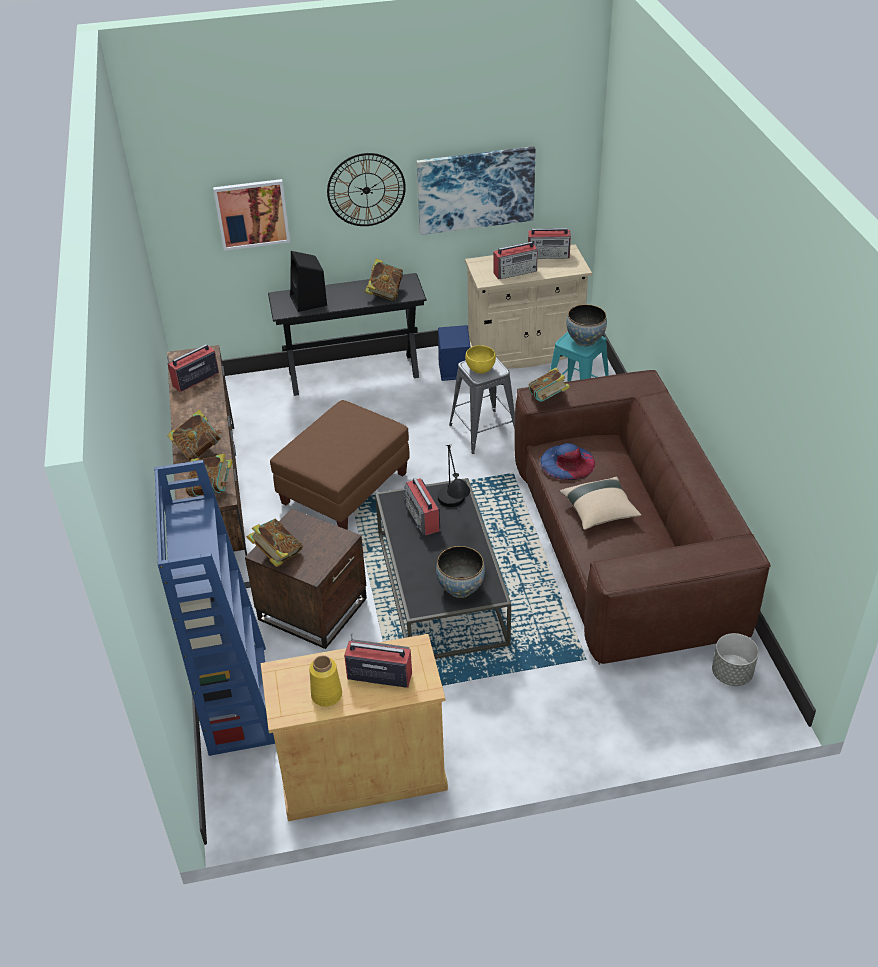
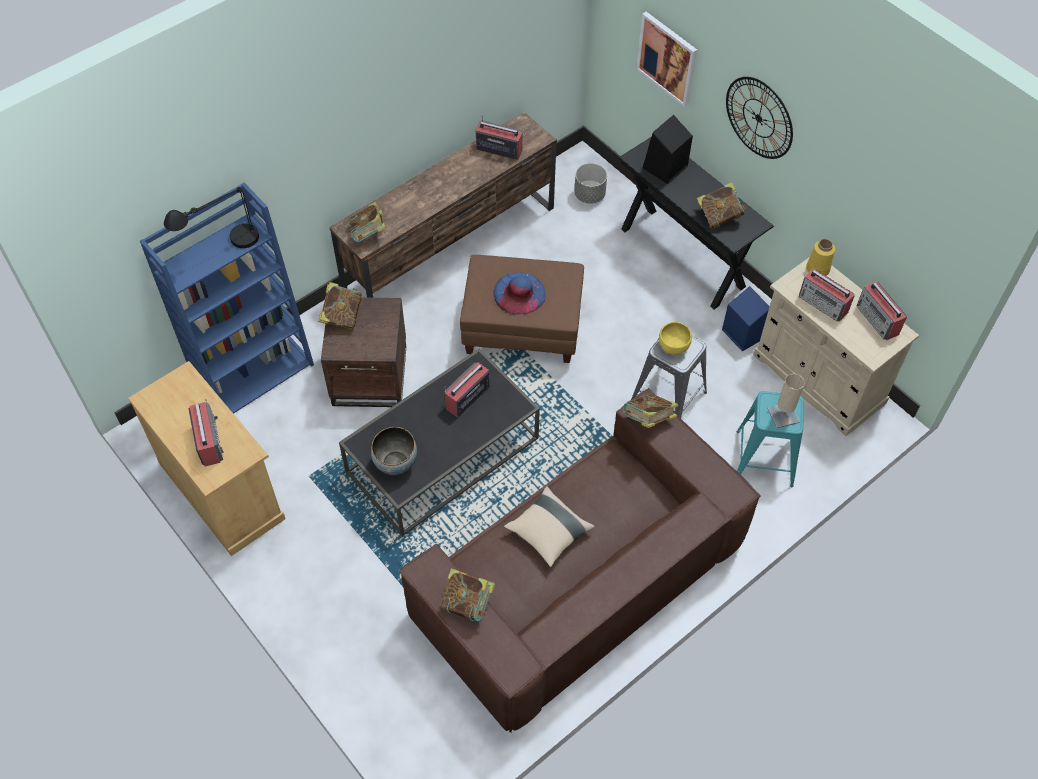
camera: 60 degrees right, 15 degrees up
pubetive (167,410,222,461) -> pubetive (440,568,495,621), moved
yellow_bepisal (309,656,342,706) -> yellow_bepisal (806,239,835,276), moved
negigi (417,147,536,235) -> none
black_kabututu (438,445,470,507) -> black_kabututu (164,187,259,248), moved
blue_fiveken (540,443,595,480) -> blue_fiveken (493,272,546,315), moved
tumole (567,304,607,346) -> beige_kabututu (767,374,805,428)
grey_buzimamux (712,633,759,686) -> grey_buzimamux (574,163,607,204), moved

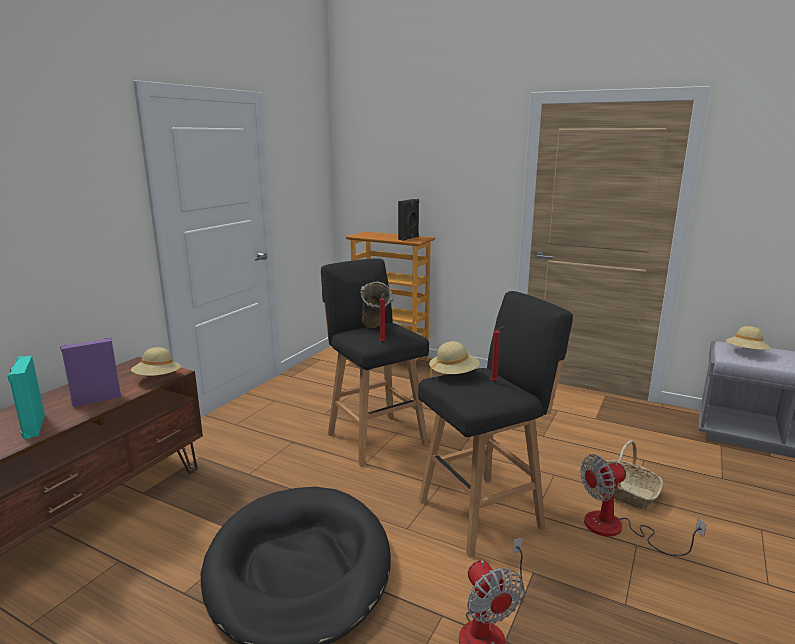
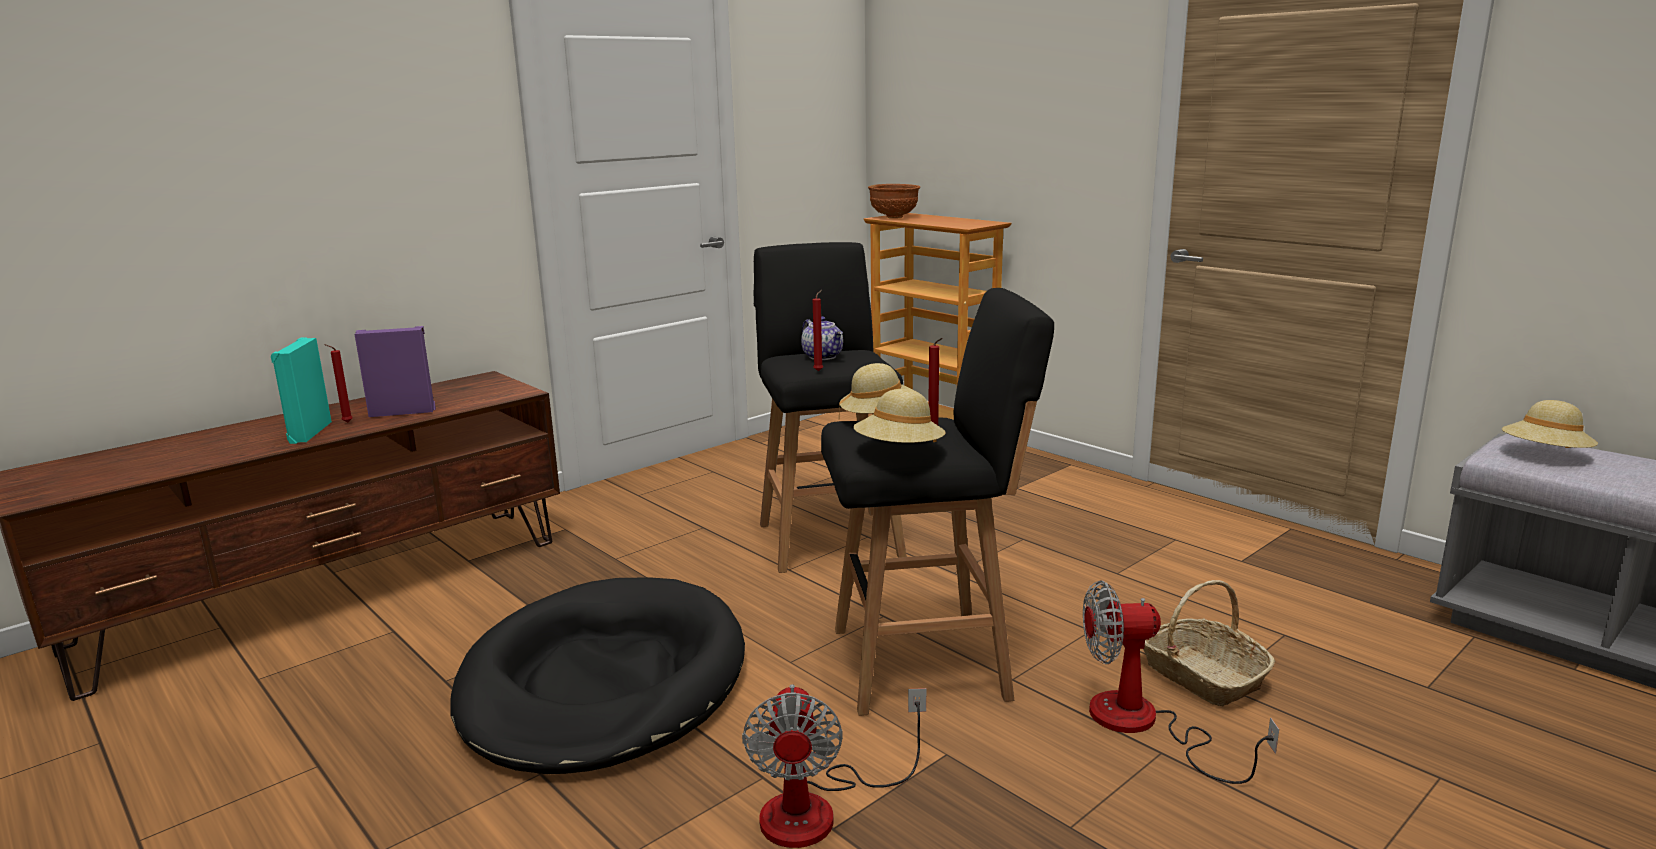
camera: 20 degrees right, 0 degrees up
beige_fiveken (131,347,181,376) -> beige_fiveken (853,389,946,443), moved
beige_bepisal (360,281,394,328) -> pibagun (801,316,843,360)
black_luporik (398,199,419,241) -> none
none -> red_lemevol (324,344,353,422)
none -> brown_tumole (868,184,920,218)

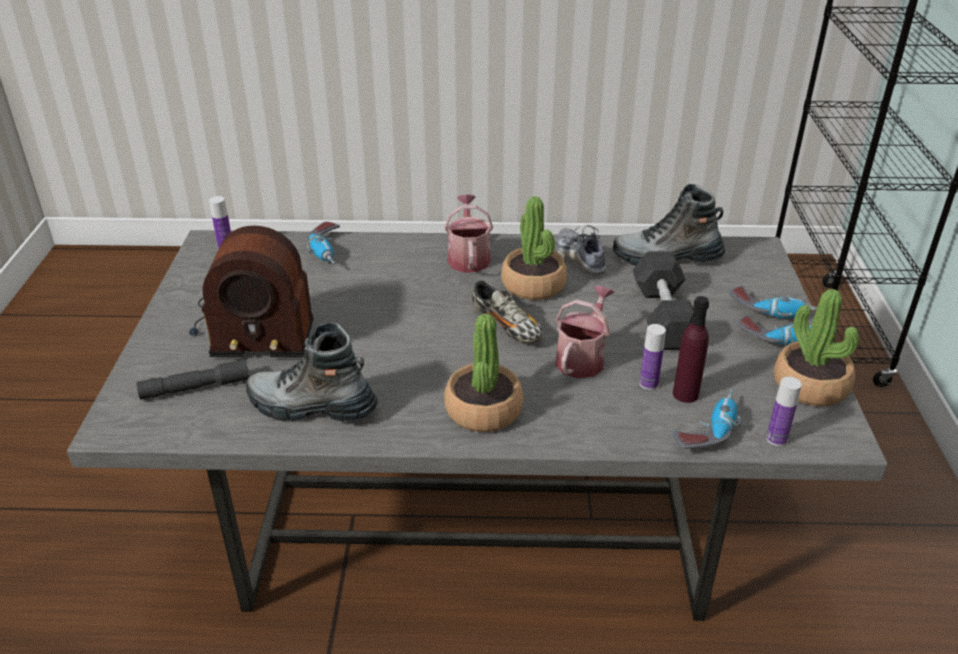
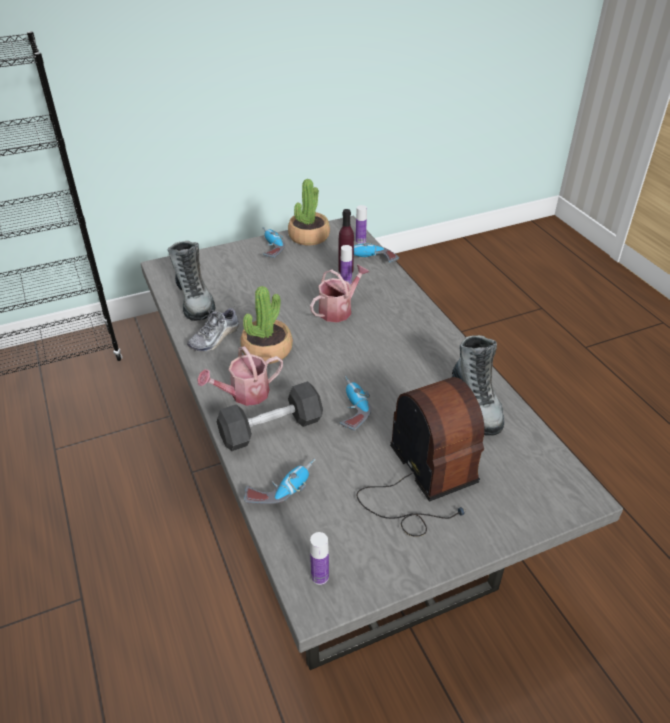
camera: 115 degrees left, 5 degrees up
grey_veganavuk (137,359,250,400) -> none
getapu (444,313,523,432) -> none
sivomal (472,280,543,343) -> none
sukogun (555,285,615,379) -> sukogun (310,264,369,322), 135 degrees clockwise
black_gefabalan (633,251,694,350) -> black_gefabalan (217,381,323,451), moved
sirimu (728,286,817,318) -> sirimu (340,376,371,431), moved

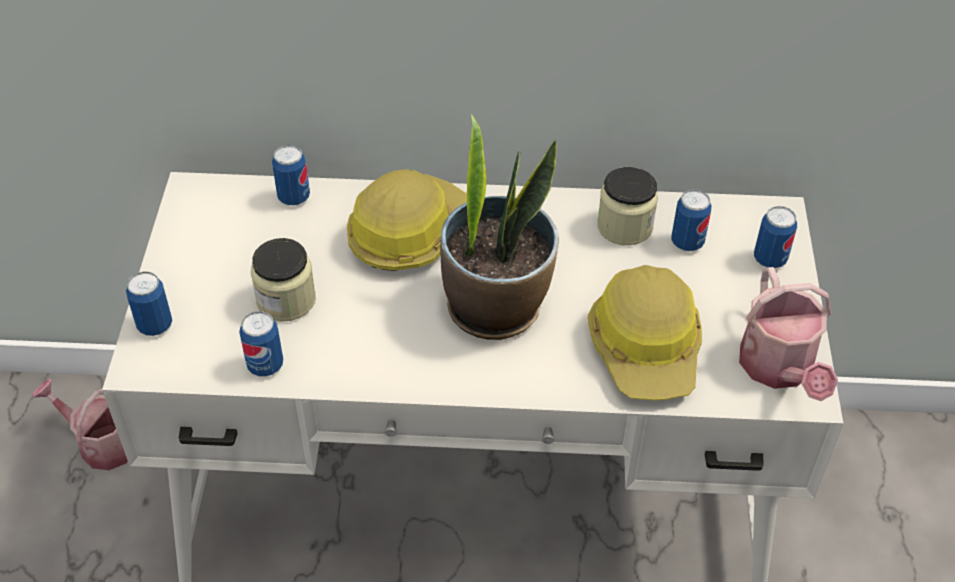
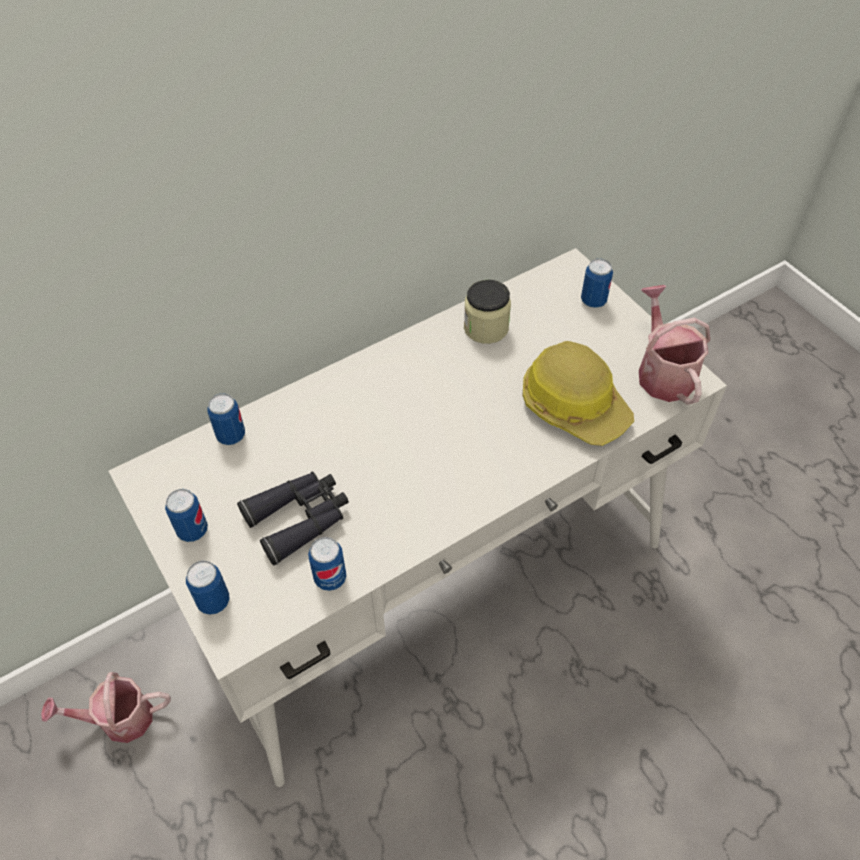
camera: 35 degrees left, 5 degrees up
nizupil (251,238,316,322) -> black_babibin (237,471,349,566)
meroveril (347,169,467,271) -> none
getapu (440,115,559,340) -> none
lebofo (671,189,712,251) -> lebofo (165,489,208,542), moved
sukogun (739,267,838,401) -> sukogun (639,285,710,405), 150 degrees counterclockwise

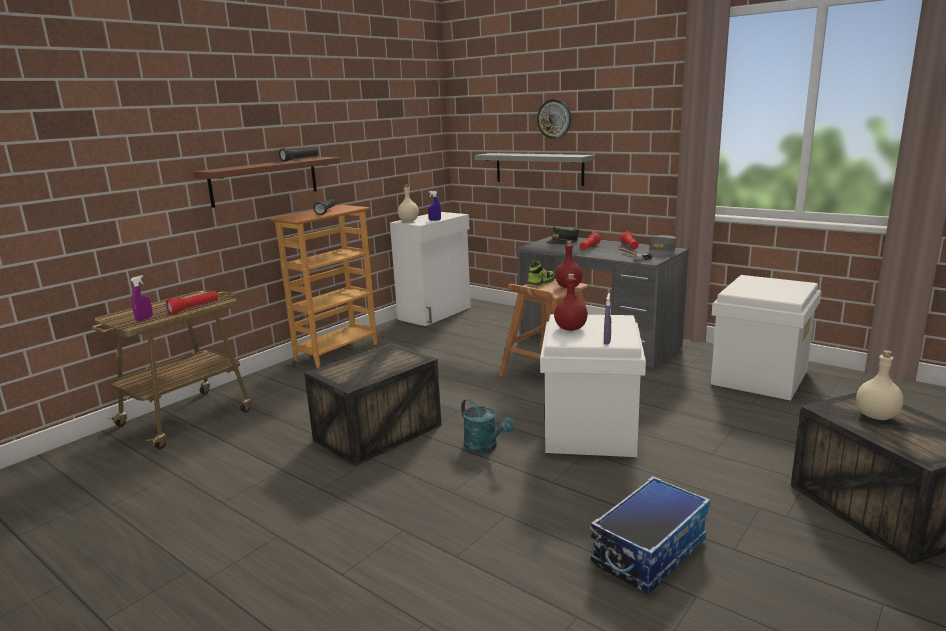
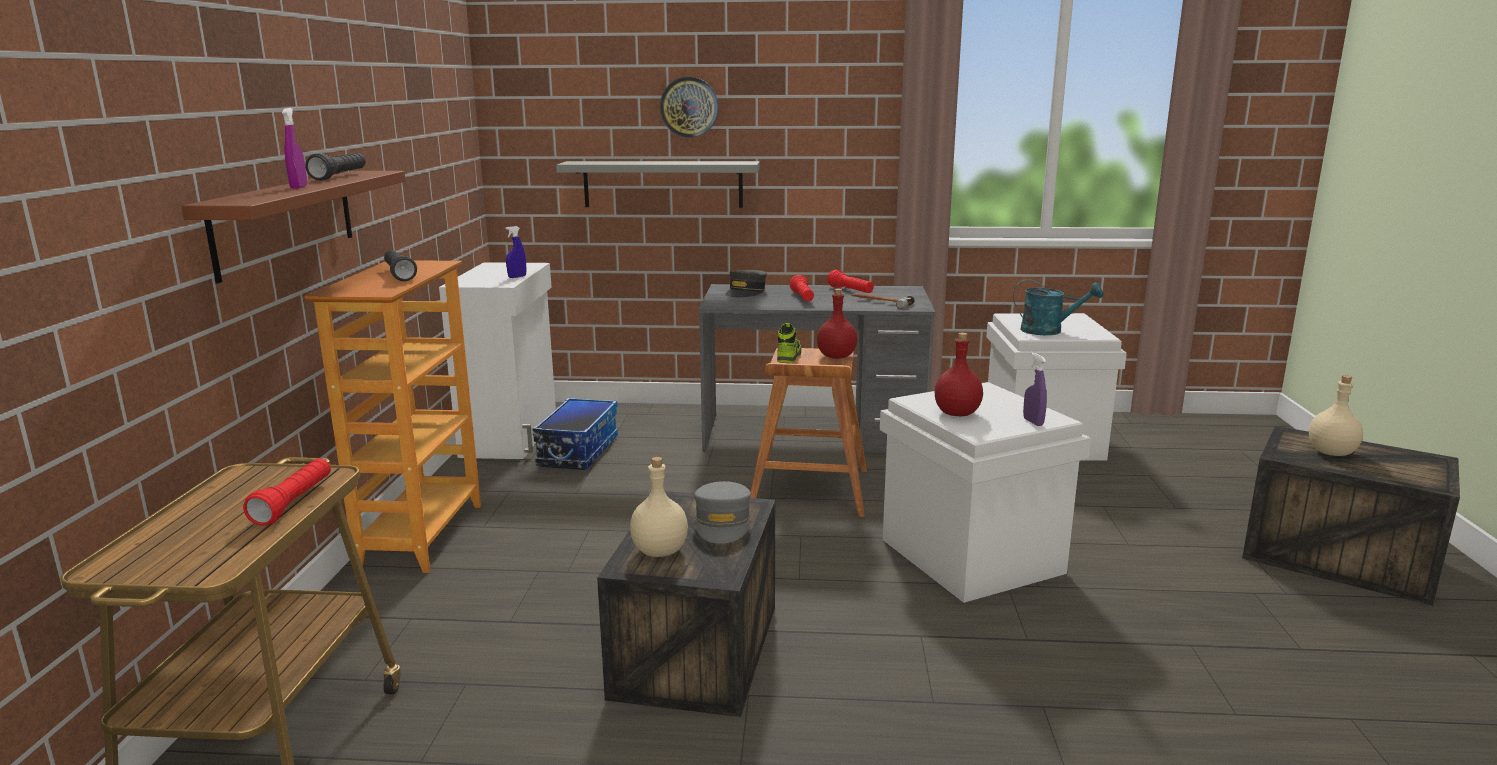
camera: 35 degrees left, 0 degrees up
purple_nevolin (130,275,152,321) -> purple_nevolin (282,108,307,189), moved
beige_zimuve (398,185,419,222) -> beige_zimuve (630,457,688,557), moved
turquoise_sukogun (461,399,514,453) -> turquoise_sukogun (1013,279,1103,335), moved
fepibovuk (591,476,711,595) -> fepibovuk (532,398,618,470), moved
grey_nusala (647,235,677,255) -> grey_nusala (695,481,751,543), moved

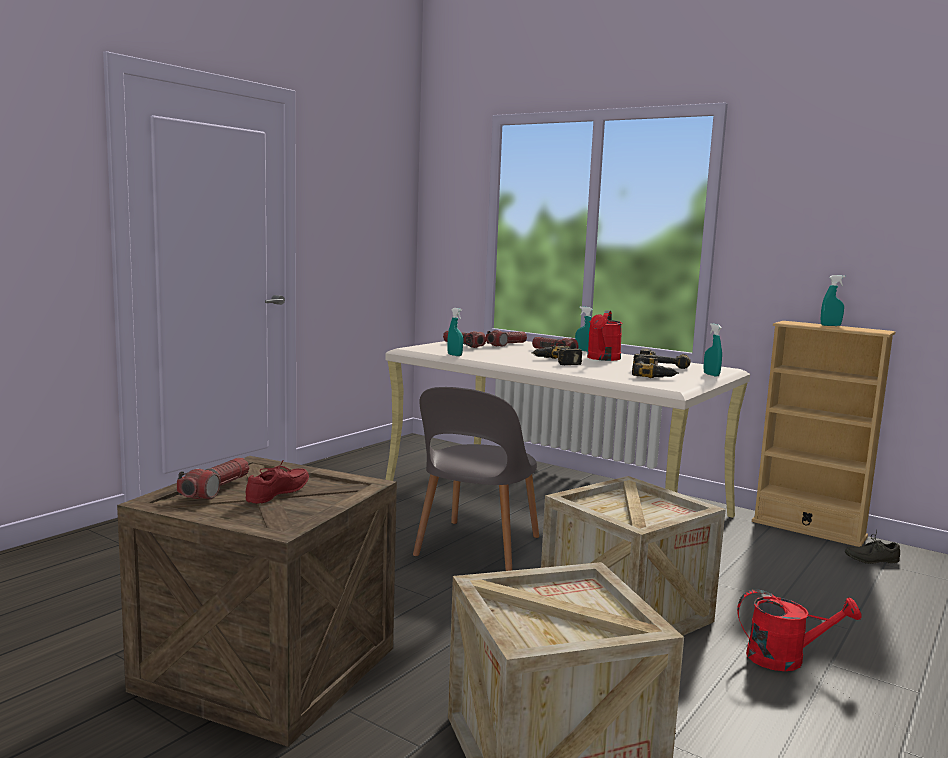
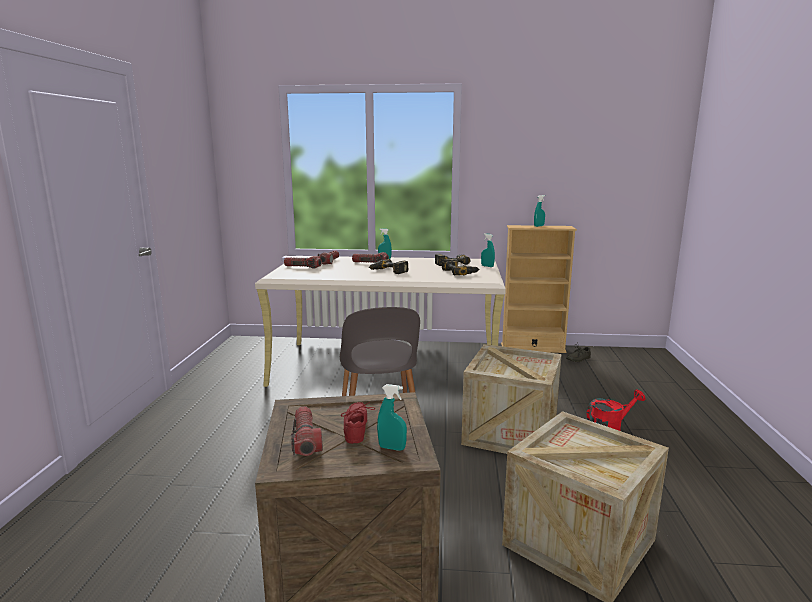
camera: 30 degrees left, 5 degrees up
turquoise_nevolin (447,308,463,356) -> turquoise_nevolin (377,384,407,451), moved
red_sukogun (587,310,622,361) -> none

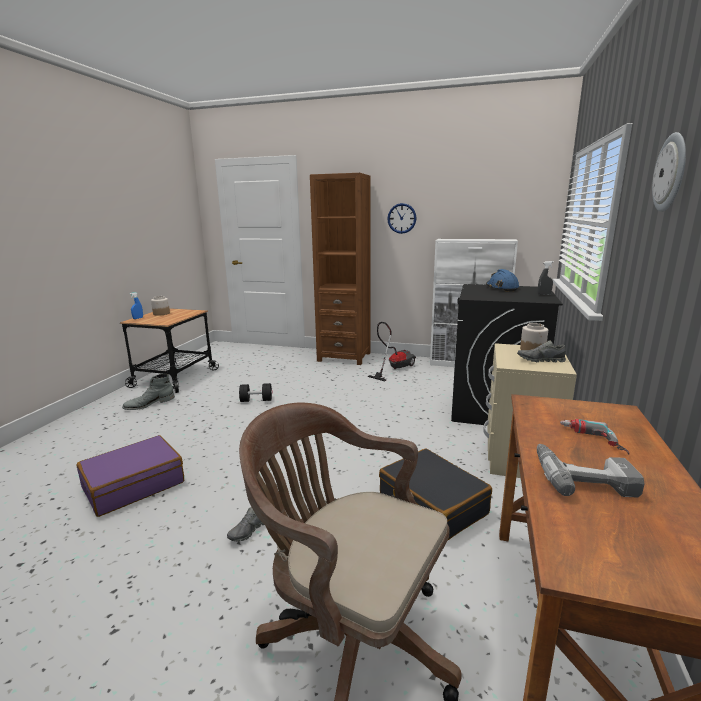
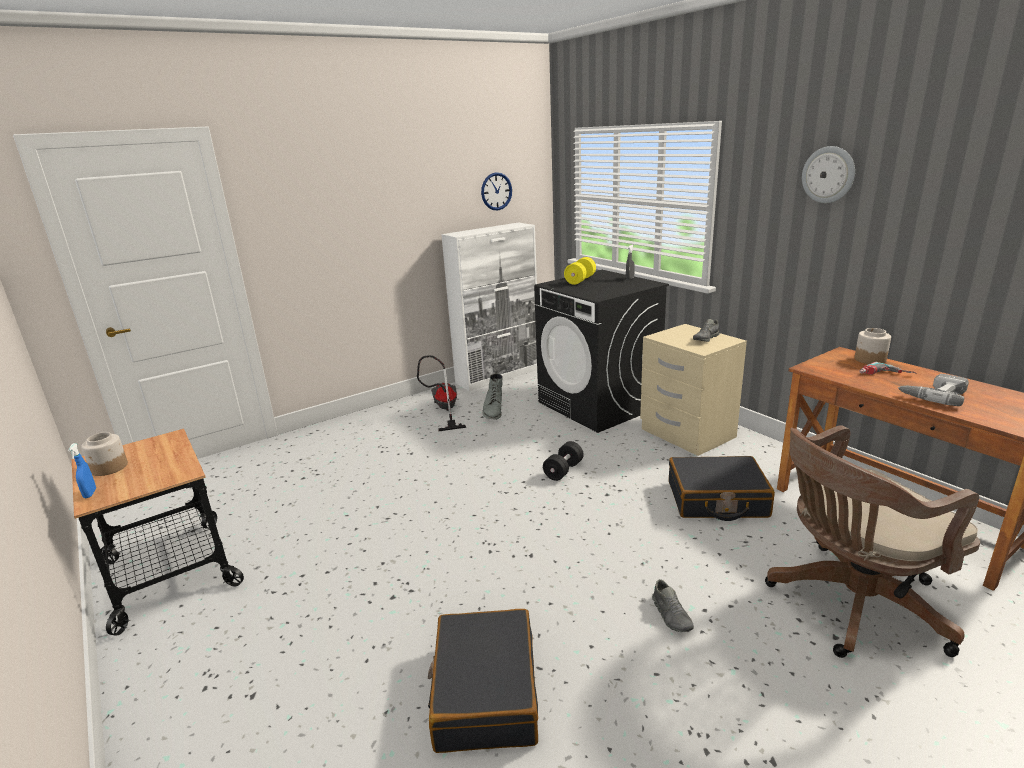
camera: 50 degrees left, 5 degrees up
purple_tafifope (76,435,184,517) -> black_tafifope (428,609,538,753)
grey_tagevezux (122,374,175,410) -> grey_tagevezux (482,373,503,420), moved
black_gefabalan (239,383,272,402) -> black_gefabalan (543,441,584,481), moved
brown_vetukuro (310,173,371,365) -> none
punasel (387,203,417,234) -> punasel (481,172,512,210), moved
blue_meroveril (486,269,519,291) -> yellow_gefabalan (564,257,596,285)
nizupil (520,323,548,350) -> nizupil (855,328,891,364), moved

